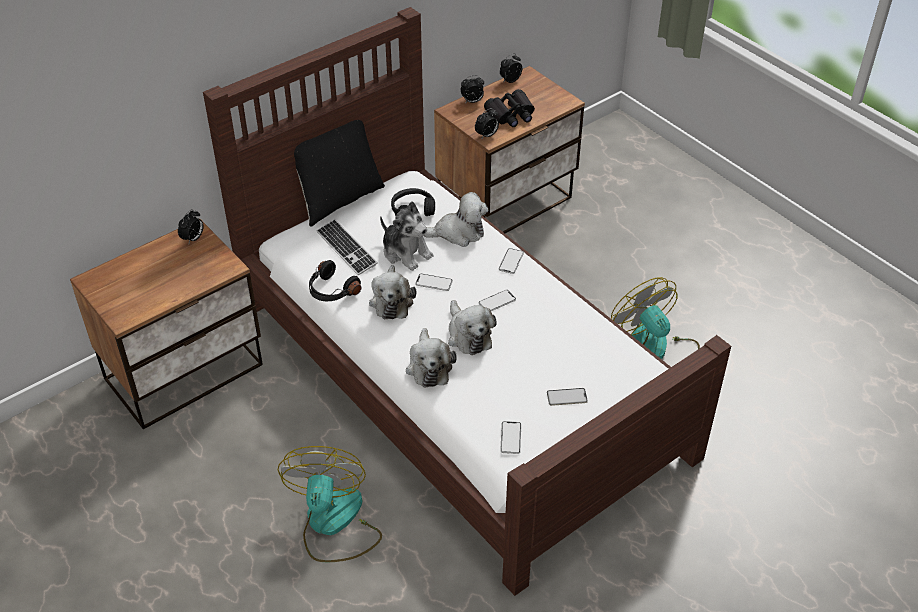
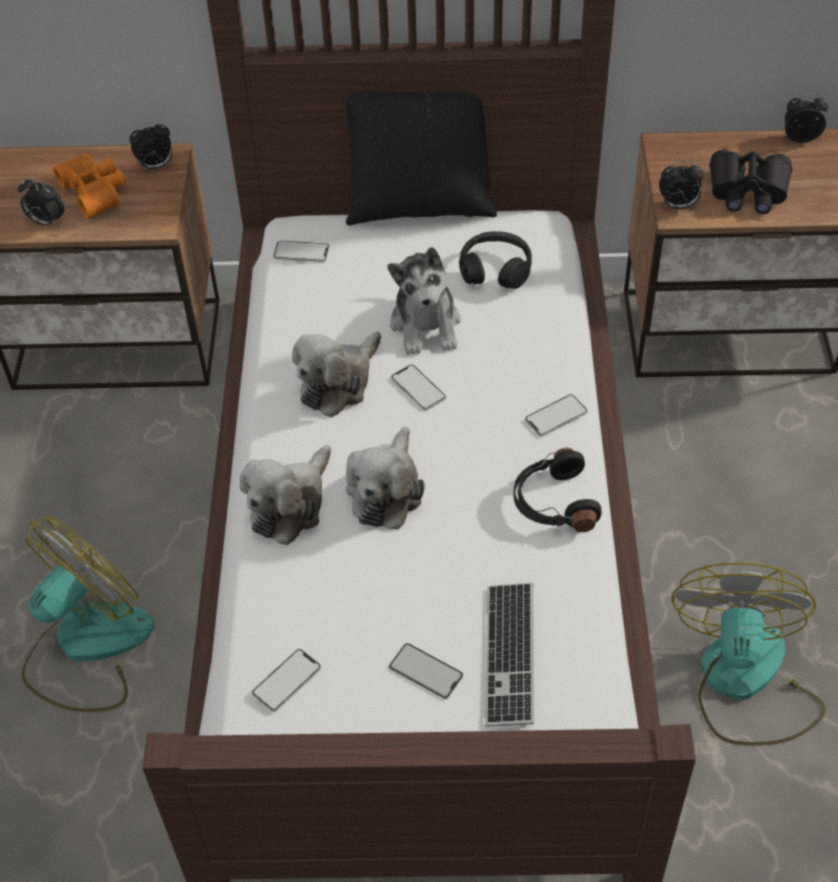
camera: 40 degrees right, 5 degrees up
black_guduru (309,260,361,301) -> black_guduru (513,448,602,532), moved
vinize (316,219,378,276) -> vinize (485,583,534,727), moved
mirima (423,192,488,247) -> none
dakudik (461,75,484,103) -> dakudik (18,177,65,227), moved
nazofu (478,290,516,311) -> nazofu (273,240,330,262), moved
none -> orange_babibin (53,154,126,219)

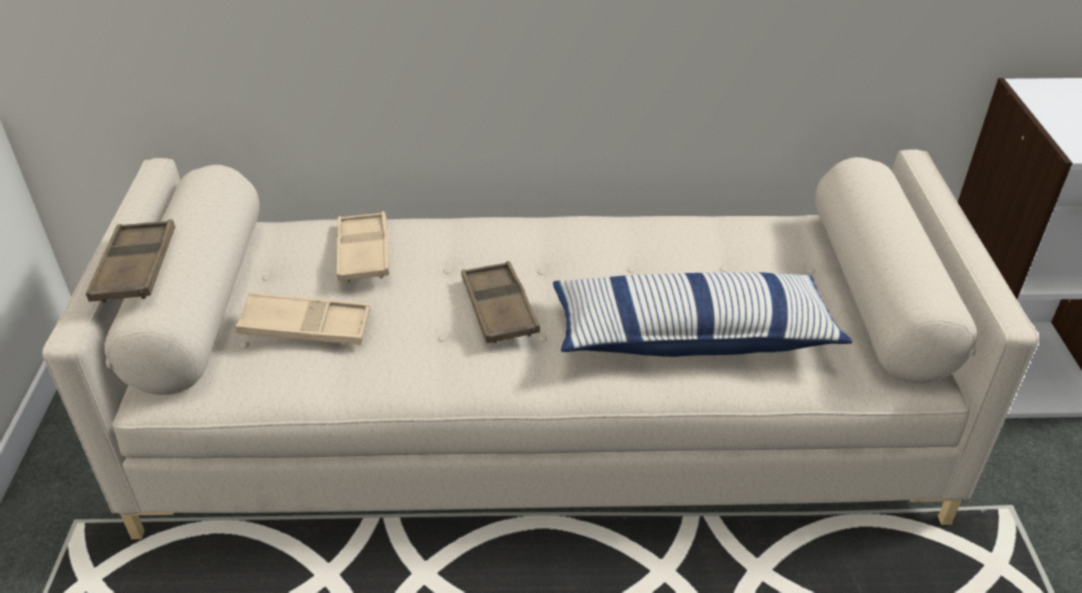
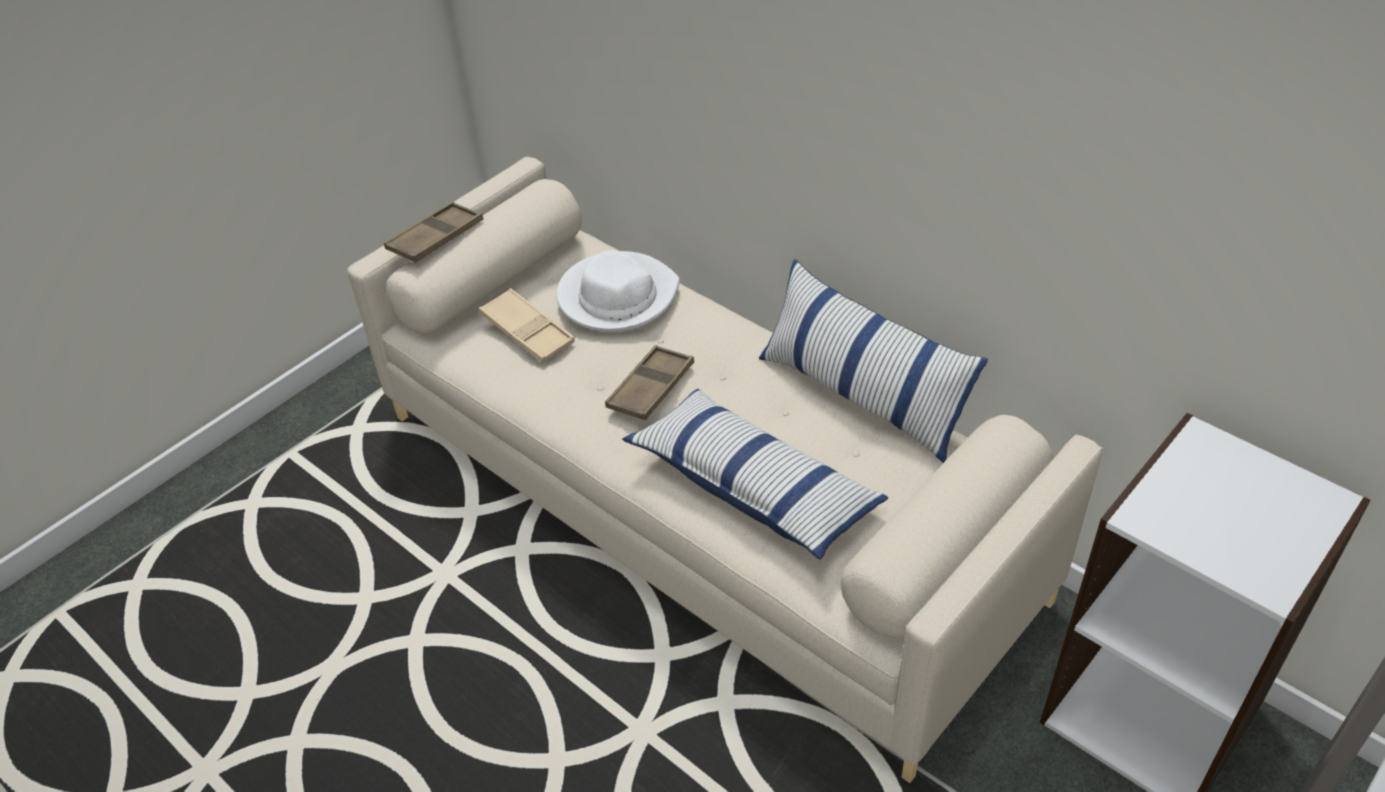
camera: 45 degrees right, 5 degrees up
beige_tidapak (336,211,390,282) -> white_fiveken (556,250,680,332)
none -> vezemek (759,259,988,463)

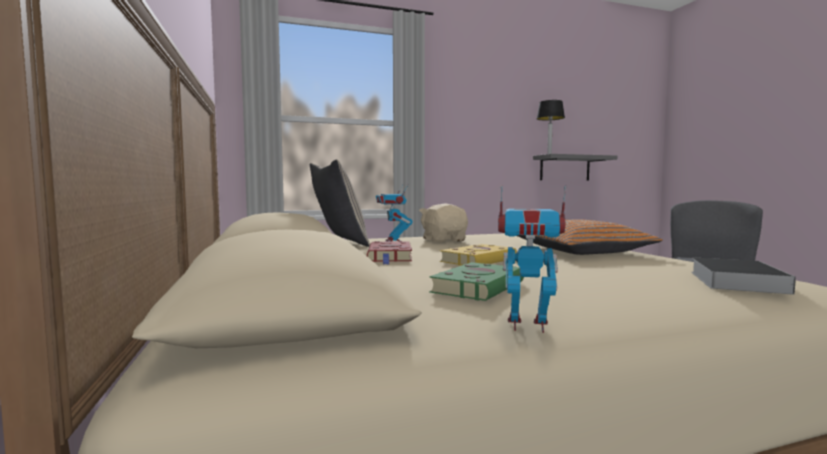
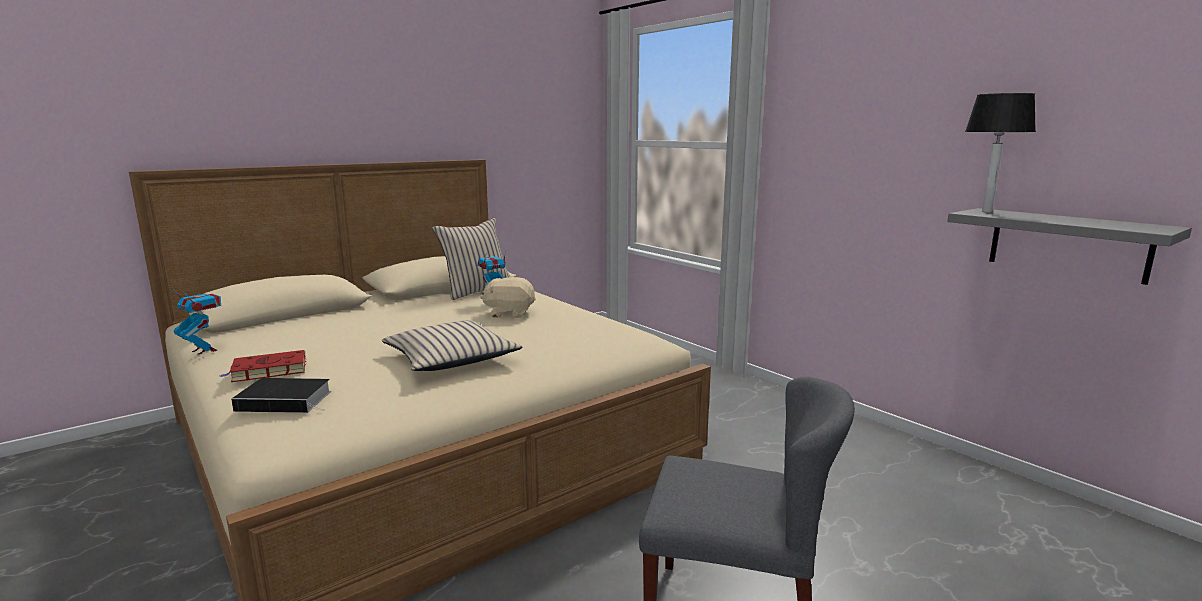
camera: 70 degrees right, 10 degrees up
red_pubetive (367,241,412,265) -> red_pubetive (220,350,306,382), moved
beige_mirima (419,203,468,243) -> beige_mirima (480,277,536,318), 135 degrees counterclockwise
green_pubetive (429,262,524,301) -> none
yellow_pubetive (440,244,517,266) -> none
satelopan (498,185,566,333) -> satelopan (171,287,221,355), 45 degrees counterclockwise
orange_vezemek (517,220,663,255) -> beige_vezemek (382,320,523,371)

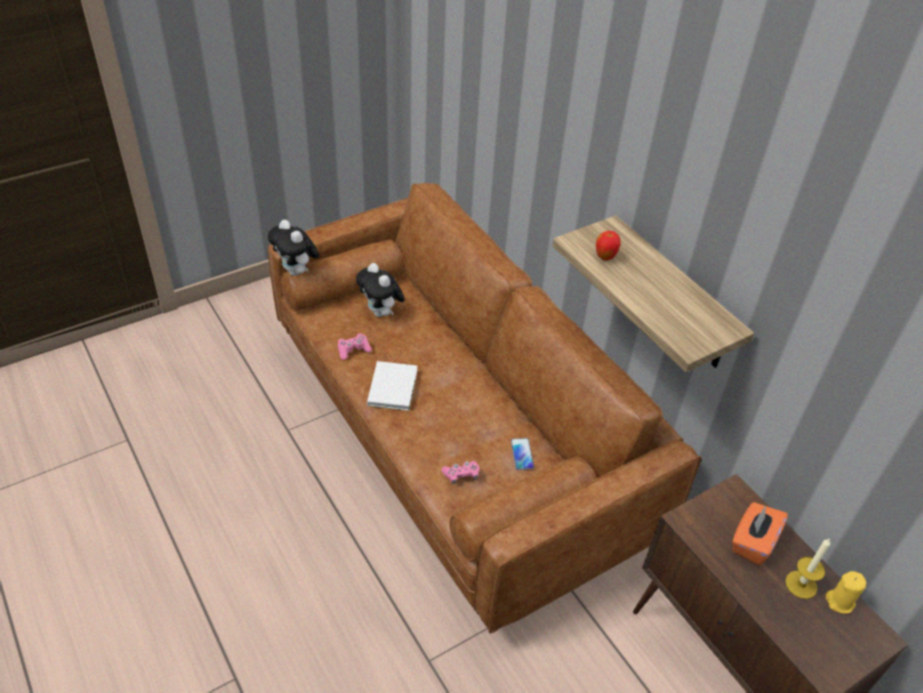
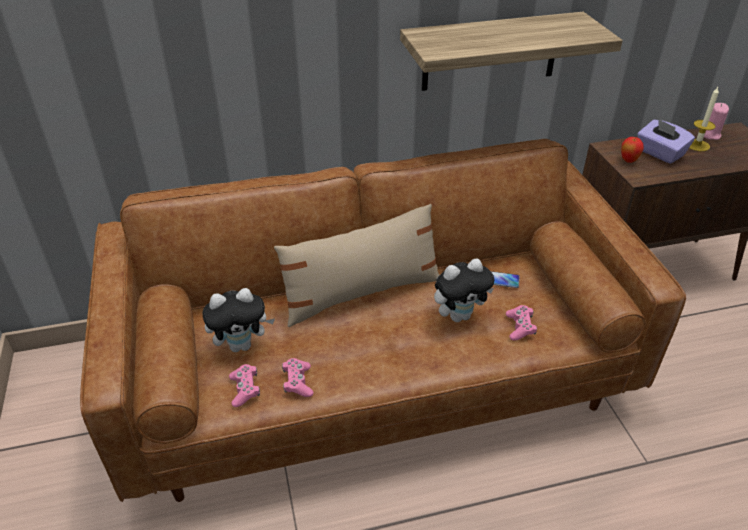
camera: 70 degrees left, 5 degrees down
mirima (268,220,320,276) -> mirima (434,259,494,322), moved
white_pubetive (367,361,417,411) -> none
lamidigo (596,231,621,261) -> lamidigo (621,137,644,163), moved
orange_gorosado (732,502,788,565) -> purple_gorosado (637,119,695,164)
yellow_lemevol (826,571,866,614) -> pink_lemevol (704,103,729,140)
none -> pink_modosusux (229,364,260,407)
none -> beige_vezemek (274,204,439,327)

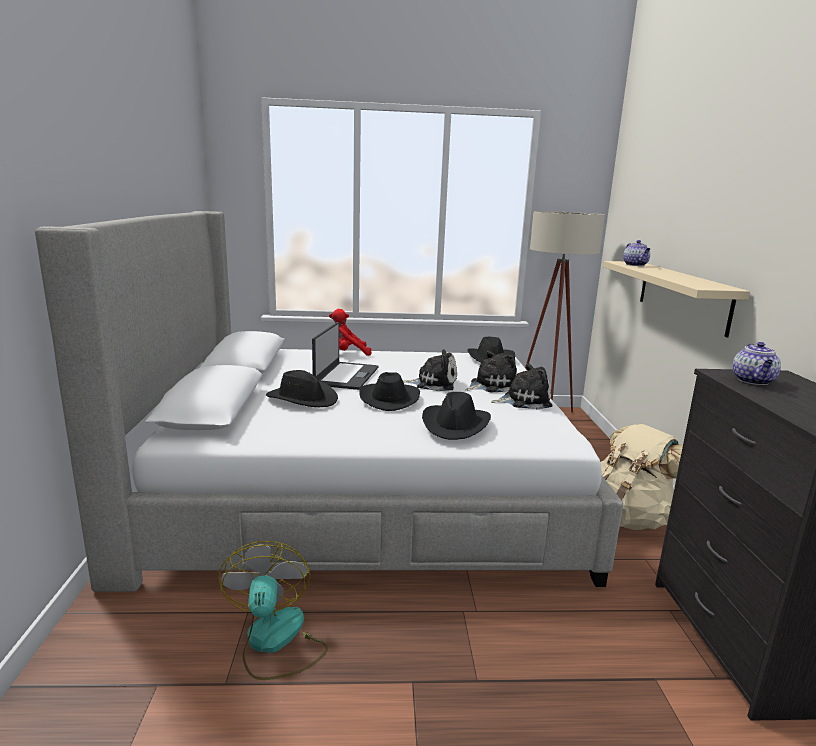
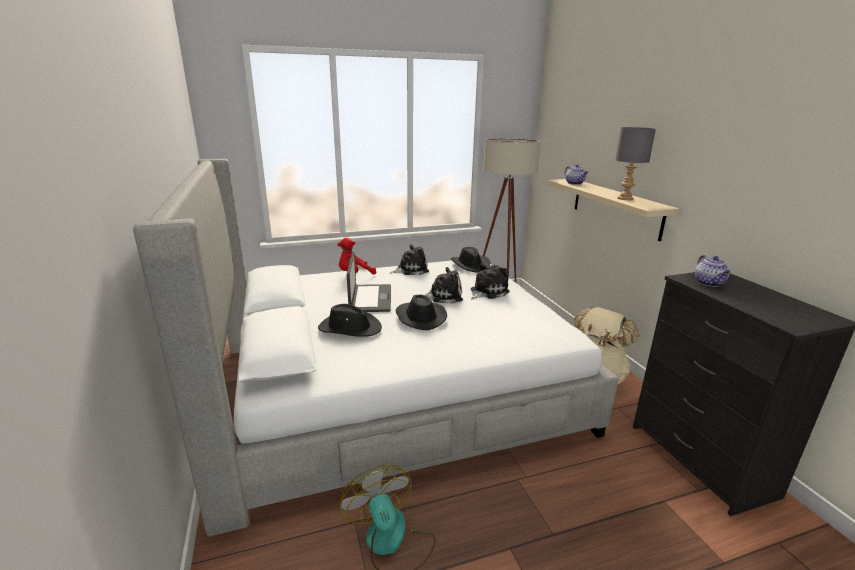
camera: 15 degrees left, 5 degrees up
black_fiveken (422,392,491,440) -> none
mirima (491,363,553,410) -> mirima (390,245,429,275), moved
none -> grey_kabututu (615,127,656,200)

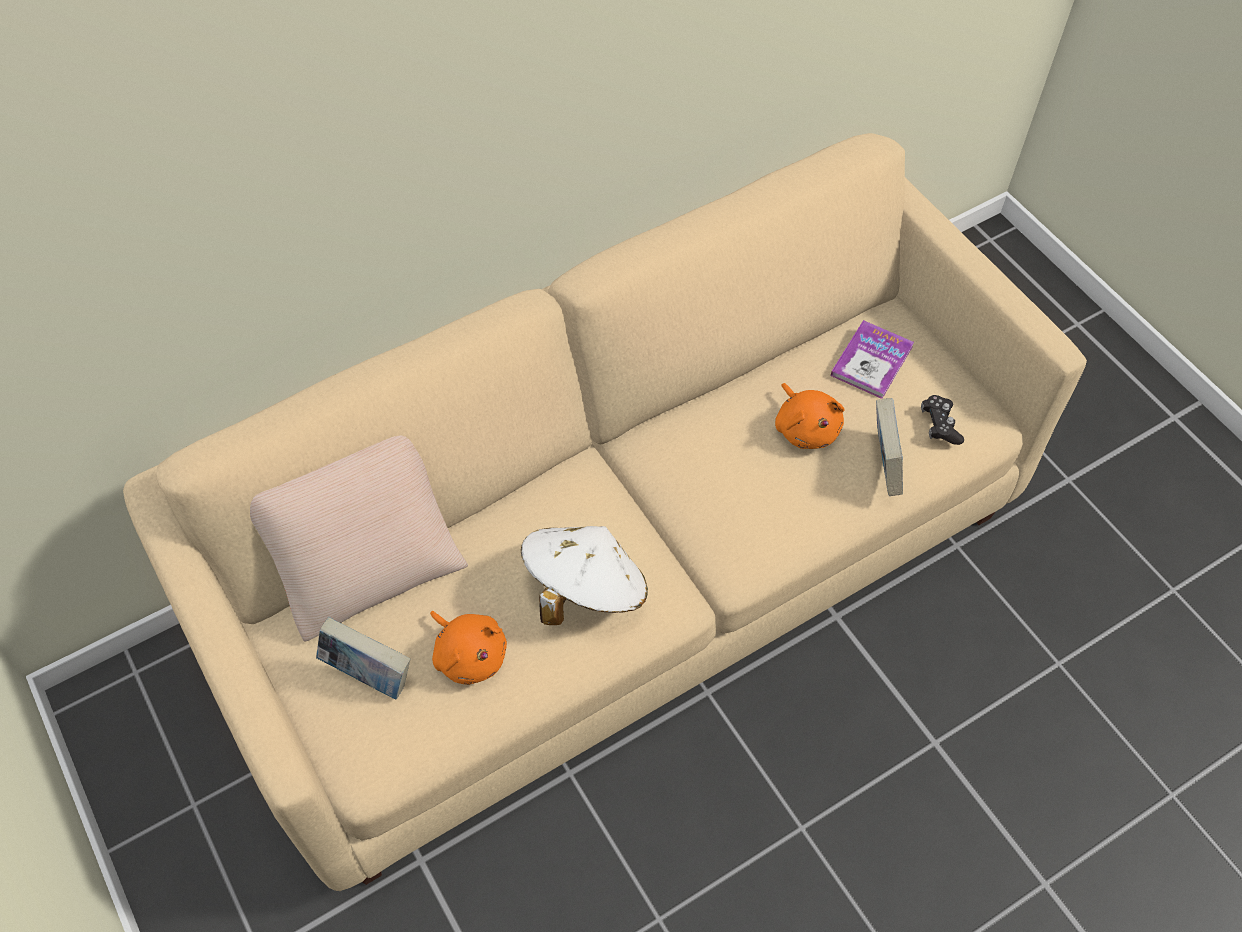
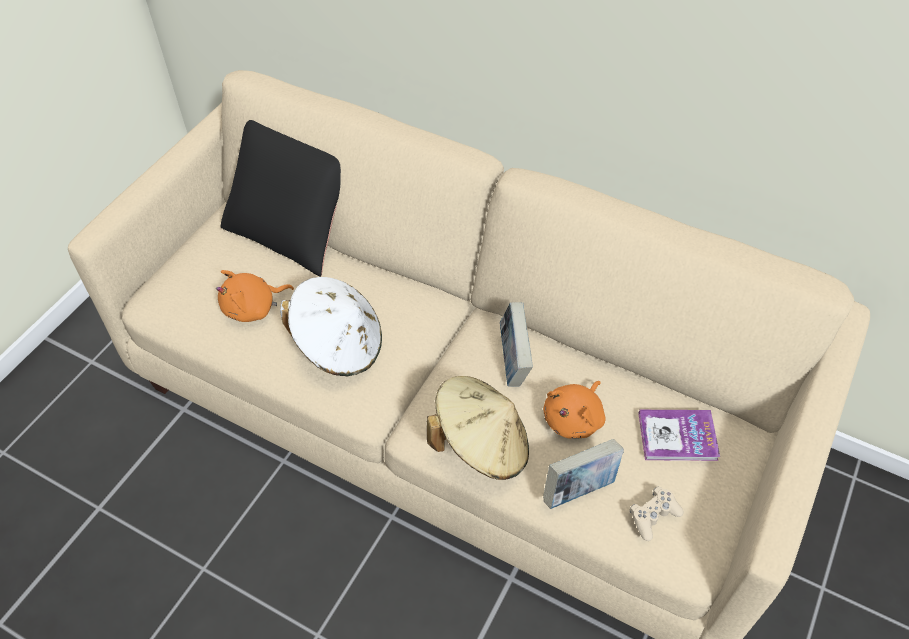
camera: 60 degrees right, 5 degrees down
beige_vezemek (250,435,468,642) -> black_vezemek (220,120,341,277)
pubetive (316,617,410,700) -> pubetive (500,302,533,387), moved
orange_mirima (430,611,507,685) -> orange_mirima (216,270,294,322), 45 degrees clockwise
black_modosusux (921,395,964,445) -> beige_modosusux (630,486,684,541)
none -> beige_fiveken (427,376,529,480)

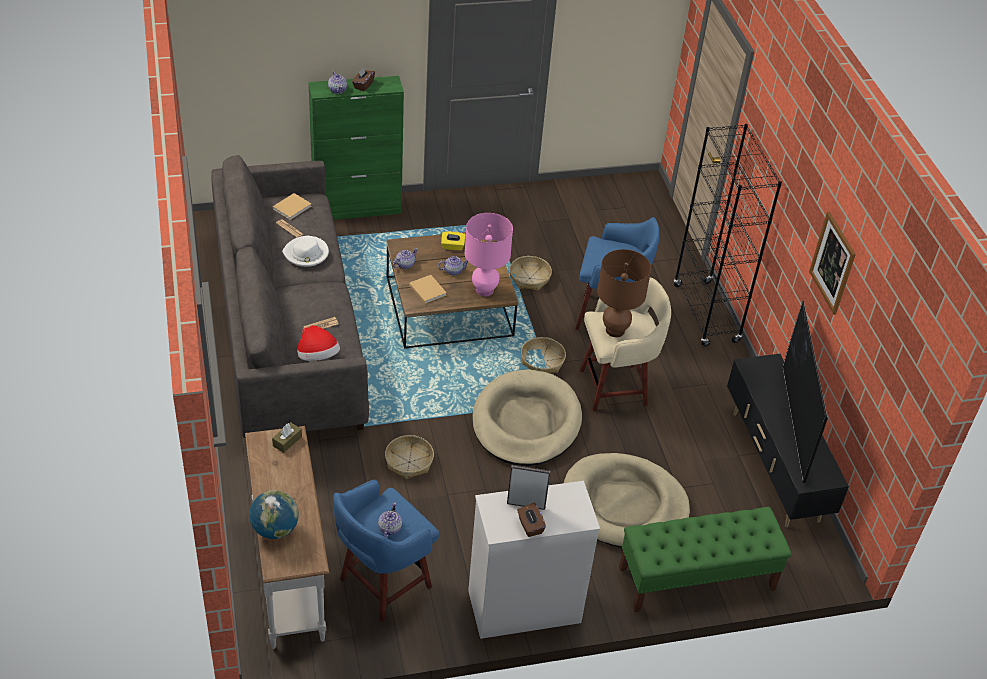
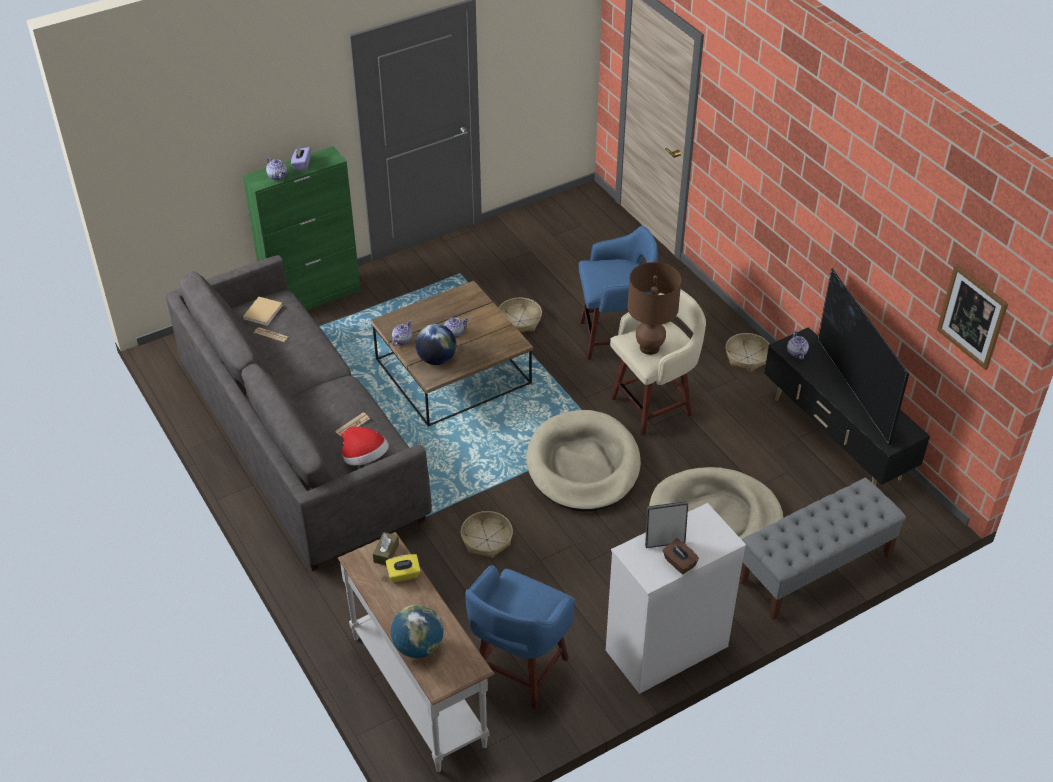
camera: 15 degrees left, 0 degrees up
white_fiveken (282,236,329,267) -> none
brown_gorosado (352,67,375,91) -> purple_gorosado (291,146,311,171)
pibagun (378,502,402,538) -> pibagun (787,330,809,359), moved
beige_pubetive (409,275,447,304) -> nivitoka (415,324,456,365)
yellow_gorosado (441,231,466,251) -> yellow_gorosado (386,554,420,583), moved
pink_kabututu (465,213,513,297) -> none
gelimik (521,337,566,373) -> gelimik (725,333,769,372), moved
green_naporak (619,507,791,612) -> grey_naporak (739,478,906,620)
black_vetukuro (673,124,782,347) -> none
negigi (809,212,856,315) -> negigi (937,264,1008,370), moved

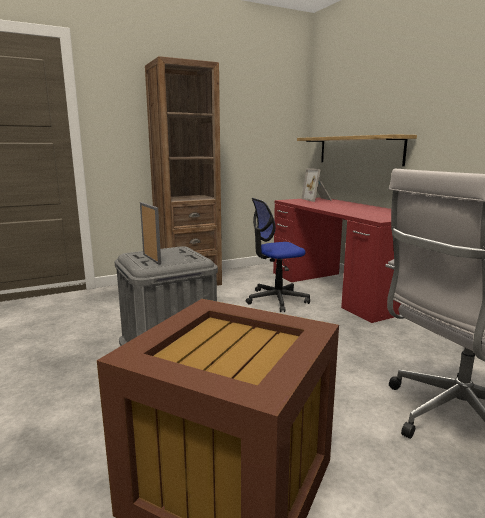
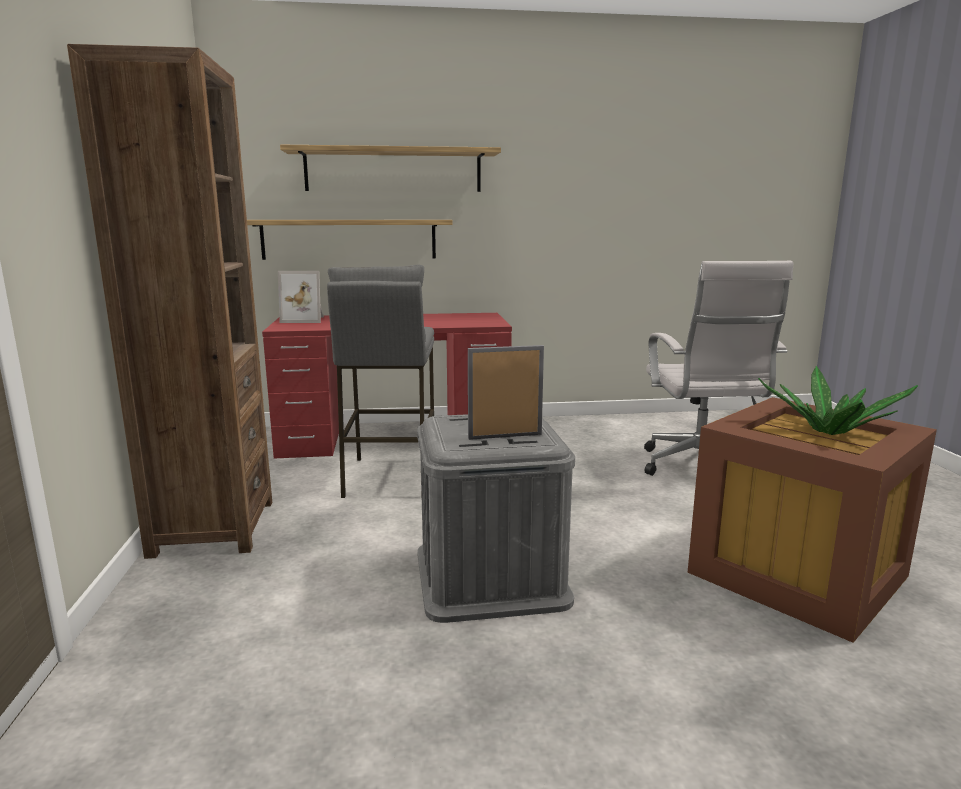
camera: 70 degrees left, 0 degrees up
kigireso (246,198,310,312) -> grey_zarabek (327,265,434,498)
none -> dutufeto (280,145,501,192)
none -> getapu (758,366,918,435)

